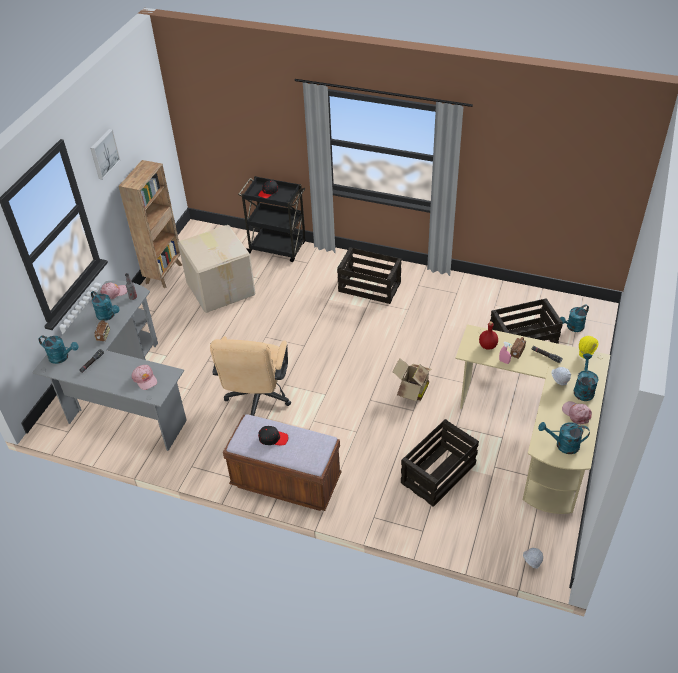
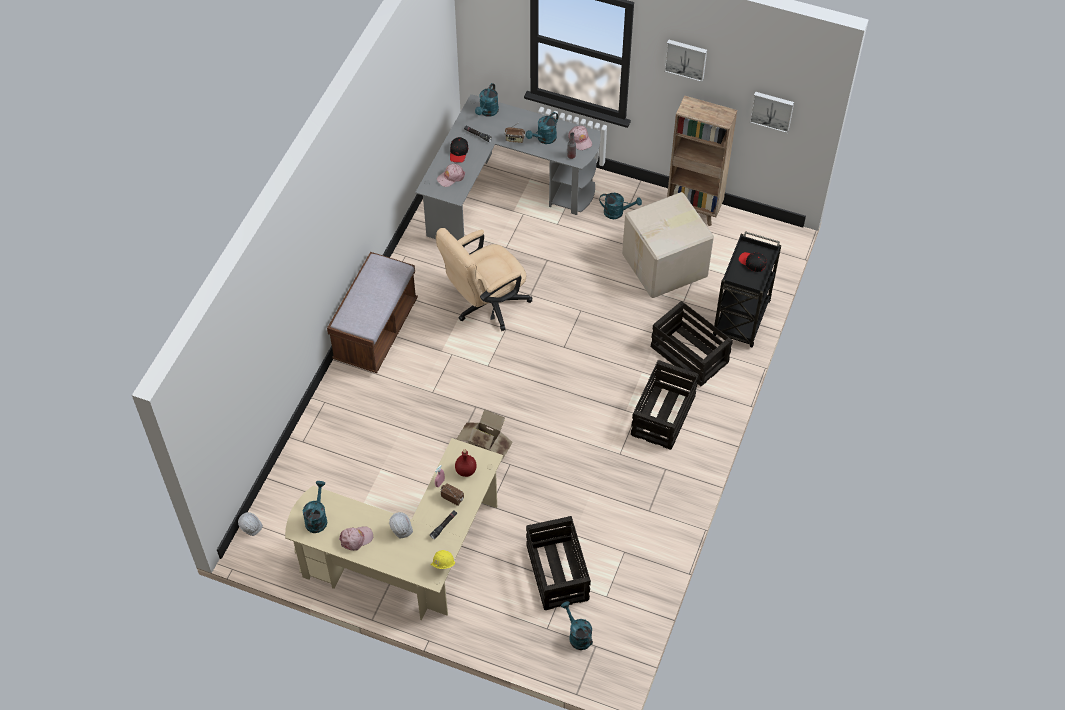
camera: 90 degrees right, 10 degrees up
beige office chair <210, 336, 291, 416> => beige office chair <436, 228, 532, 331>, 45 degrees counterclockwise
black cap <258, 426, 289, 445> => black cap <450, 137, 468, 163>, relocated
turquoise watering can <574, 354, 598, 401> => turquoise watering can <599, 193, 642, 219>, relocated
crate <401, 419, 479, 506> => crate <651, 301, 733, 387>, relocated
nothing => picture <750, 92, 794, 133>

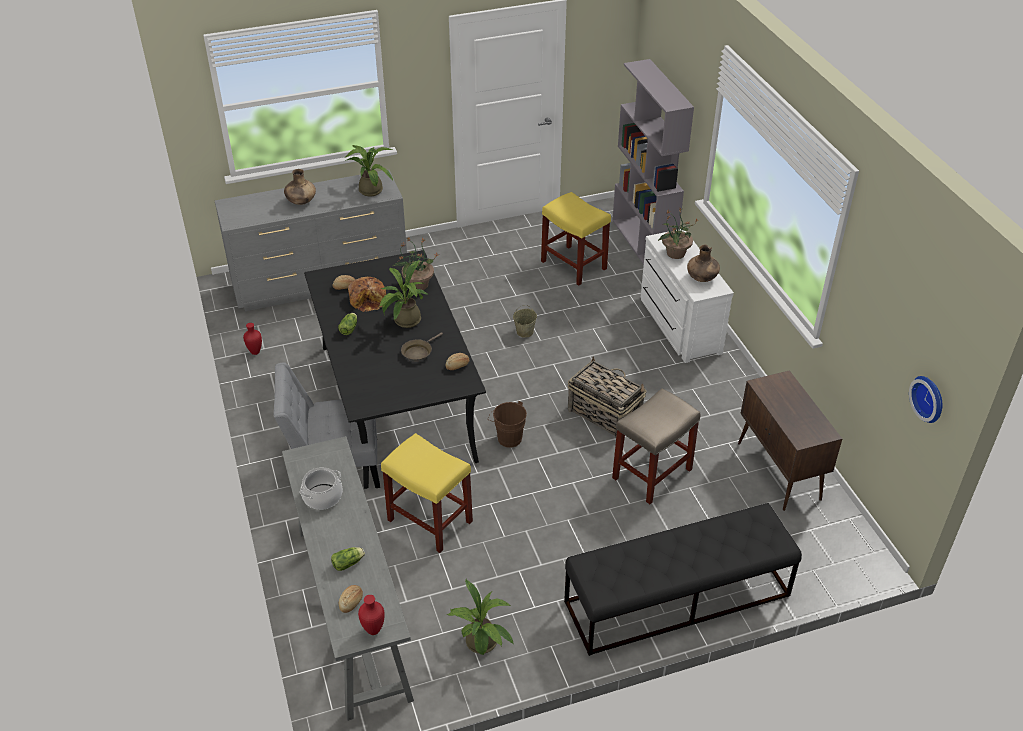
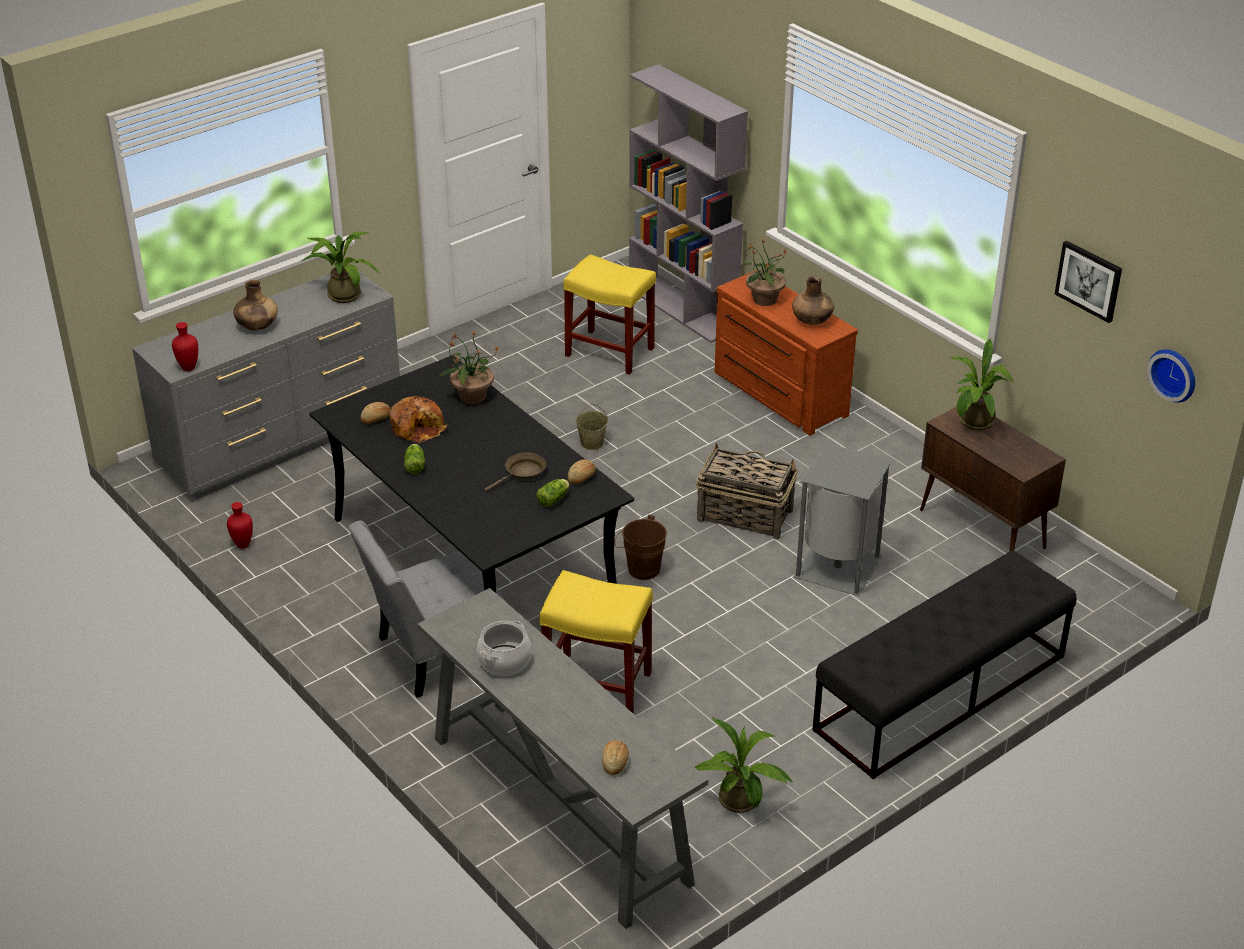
camera: 20 degrees left, 5 degrees down
red vase <358, 595, 385, 635> => red vase <172, 322, 198, 371>, relocated
brown frying pan <401, 332, 443, 362> => brown frying pan <484, 452, 546, 491>, 150 degrees counterclockwise
lettuce <331, 547, 365, 571> => lettuce <536, 479, 569, 507>, relocated
white dresser <640, 229, 734, 363> => brown dresser <715, 270, 858, 436>
beige stool <612, 388, 701, 504> => grey trash can <793, 443, 892, 596>
potted plant <378, 260, 428, 328> => potted plant <950, 338, 1013, 430>, relocated
nothing => picture <1055, 241, 1122, 323>

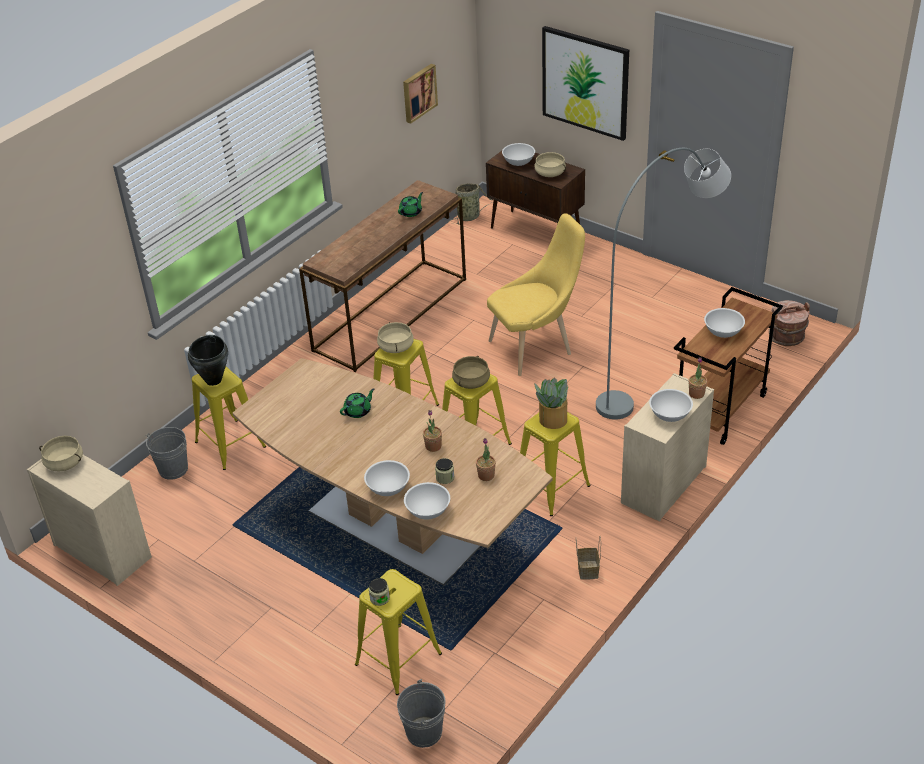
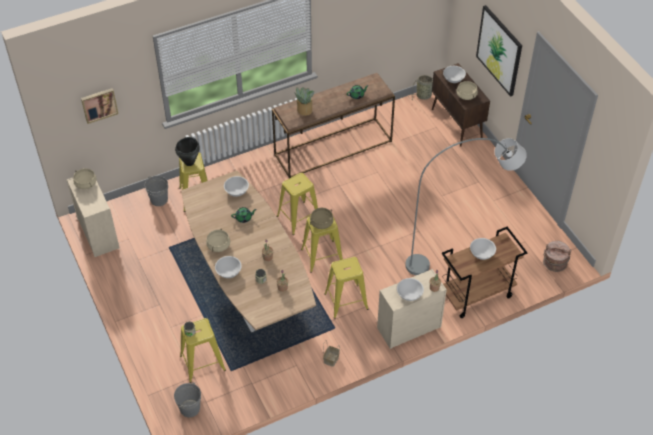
camera: 25 degrees right, 10 degrees up
picture <403, 64, 438, 124> => picture <81, 88, 118, 124>, relocated
beige cooking pot <377, 322, 414, 353> => beige cooking pot <206, 229, 230, 252>, relocated
white bowl <404, 482, 450, 519> => white bowl <224, 176, 249, 197>, relocated
potted plant <534, 378, 569, 429> => potted plant <294, 87, 314, 116>, relocated
yellow chair <487, 213, 585, 376> => nothing

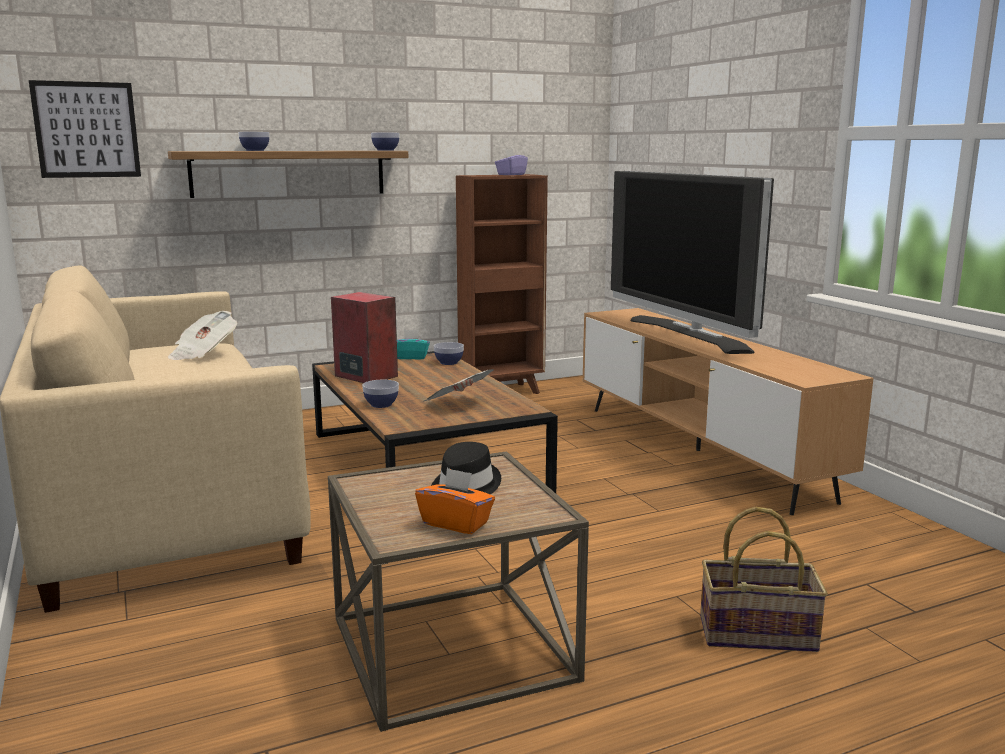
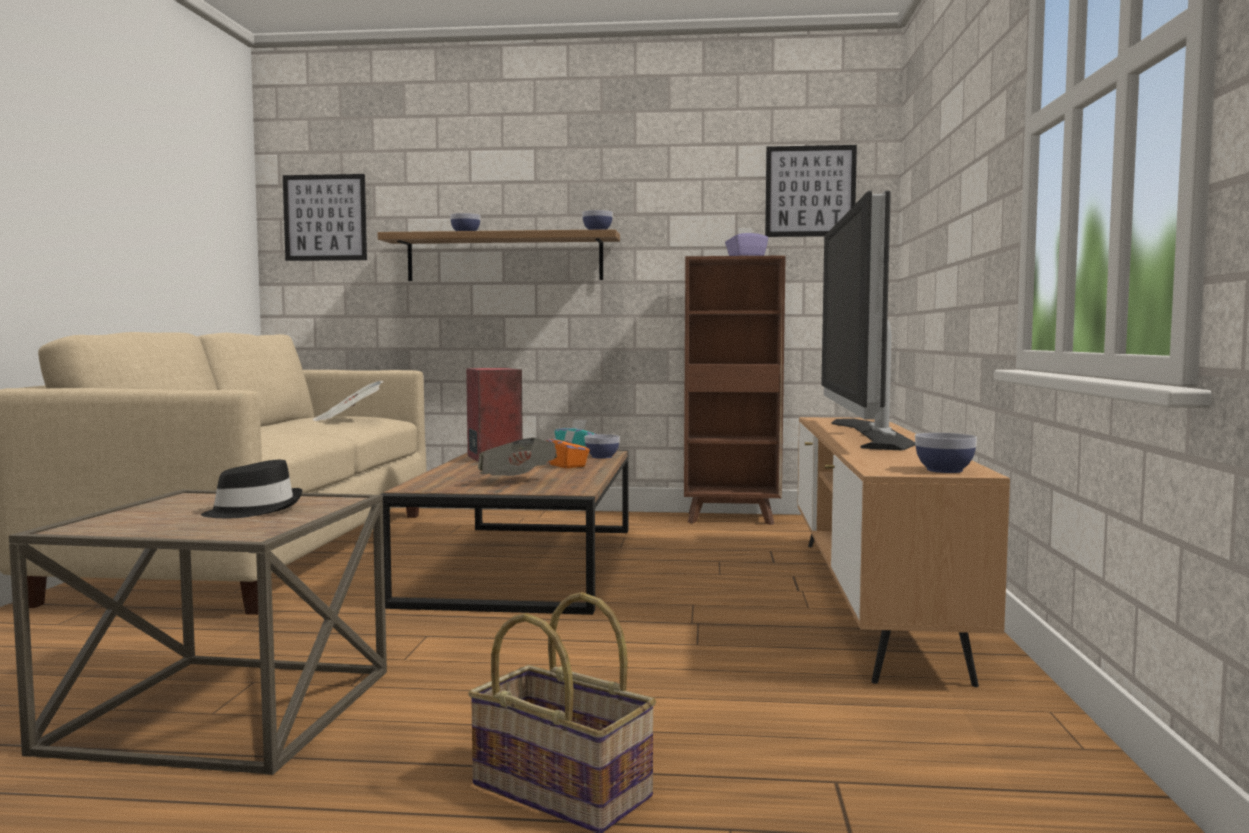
camera: 30 degrees right, 10 degrees down
orange tissue box <415, 468, 495, 534> => orange tissue box <545, 430, 590, 468>, relocated
nothing => picture <765, 145, 857, 237>
bowl <362, 380, 399, 408> => bowl <915, 433, 977, 473>, relocated

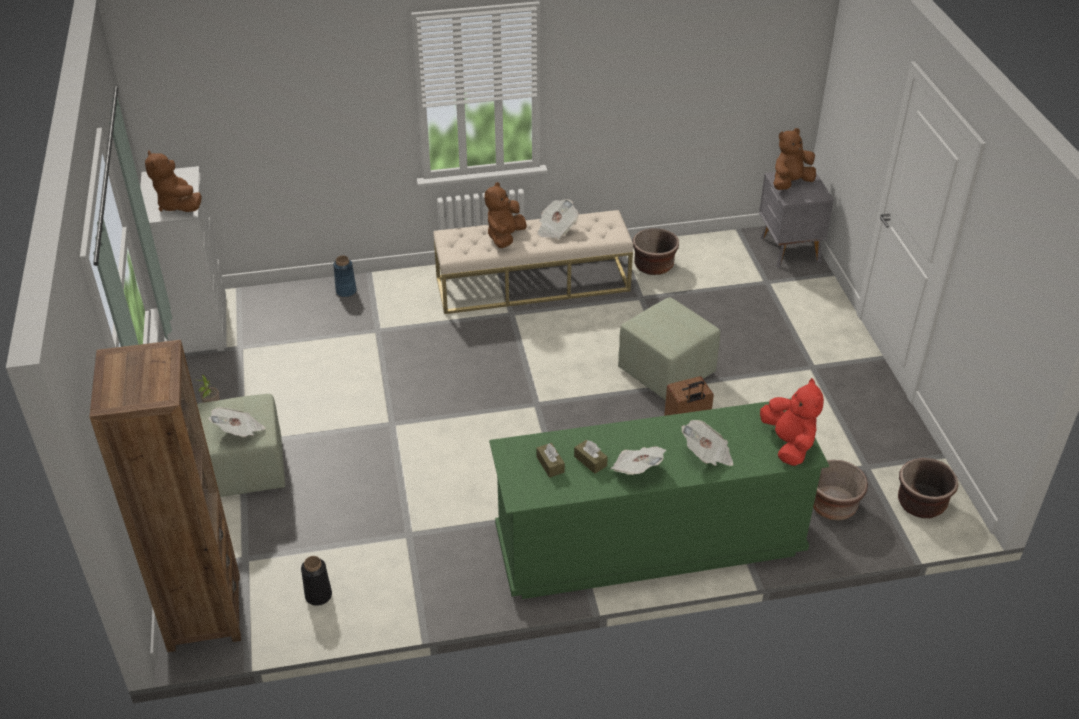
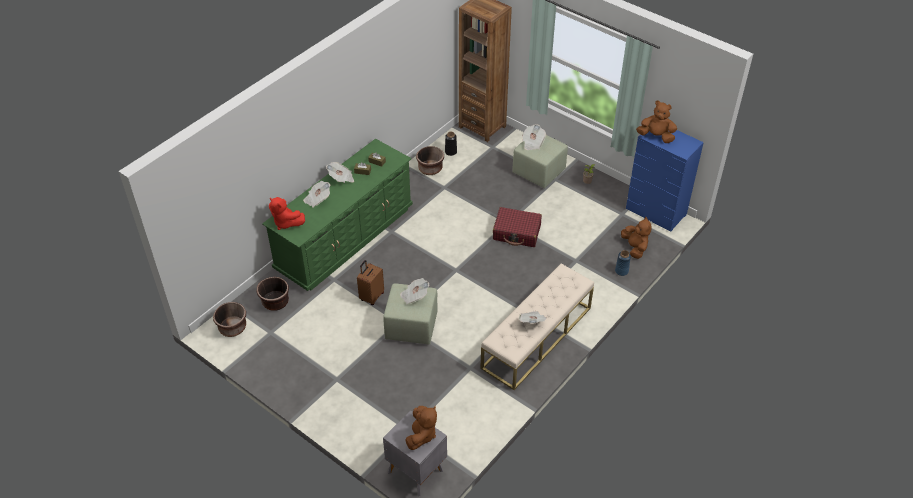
camera: 140 degrees right, 5 degrees up
nothing => newspaper <400, 278, 430, 304>
brown planter <633, 229, 679, 275> => brown planter <416, 146, 444, 175>, relocated
nothing => red suitcase <493, 207, 542, 247>
brown plush toy <484, 182, 527, 248> => brown plush toy <621, 217, 652, 259>, relocated
white dresser <140, 166, 227, 353> => blue dresser <626, 130, 704, 231>

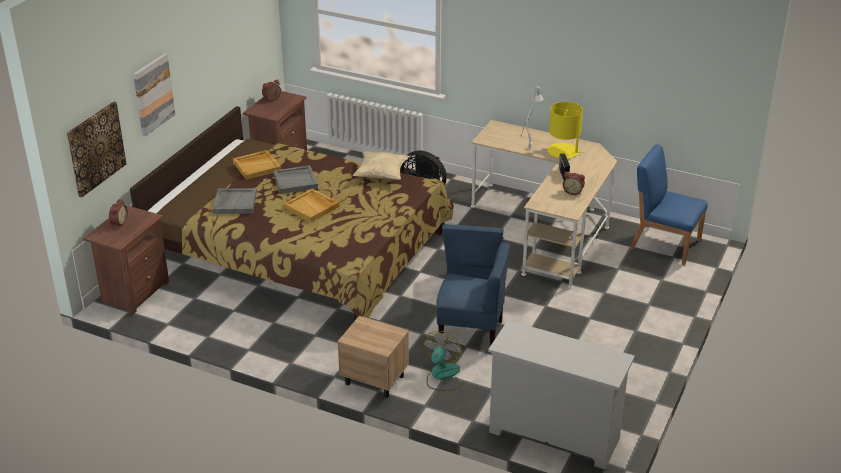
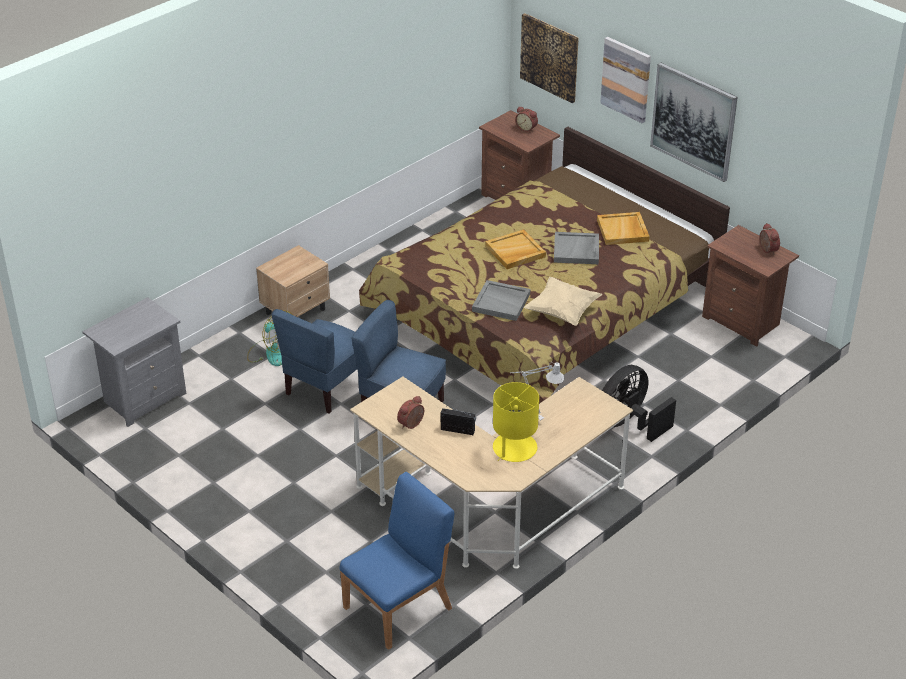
camera: 110 degrees right, 5 degrees up
white dresser <488, 320, 635, 469> => grey nightstand <82, 297, 186, 427>
grey tray <213, 188, 257, 214> => grey tray <472, 280, 530, 321>, relocated
nothing => picture <650, 63, 738, 182>

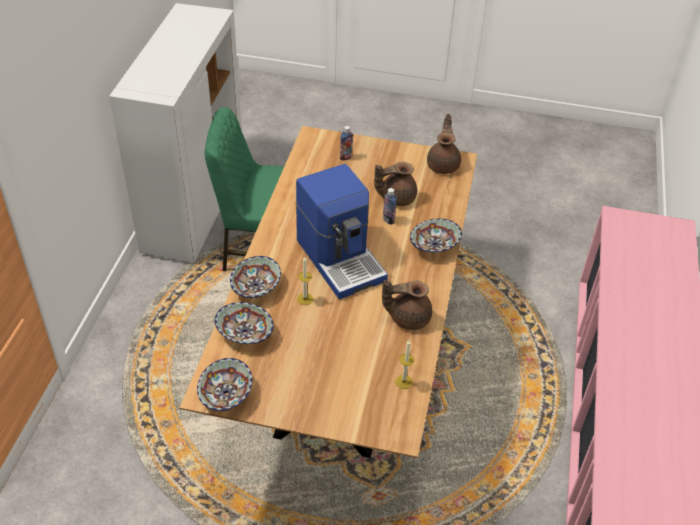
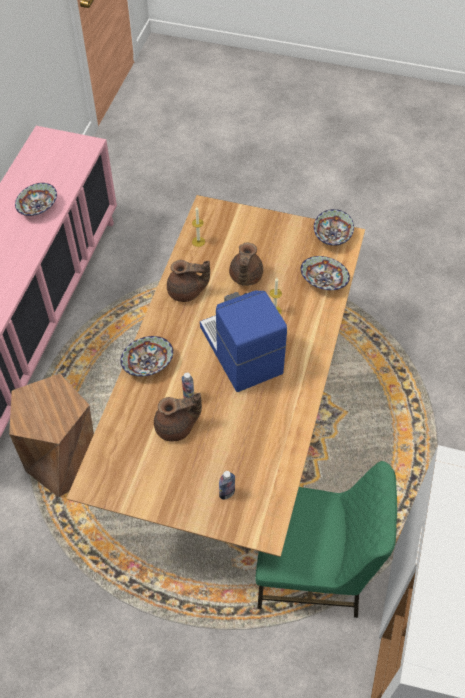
camera: 175 degrees left, 10 degrees up
nothing => brown stool <9, 374, 94, 498>
bowl <230, 256, 281, 298> => bowl <15, 183, 57, 216>, relocated
brown teapot <427, 114, 461, 174> => brown teapot <229, 243, 263, 286>, relocated

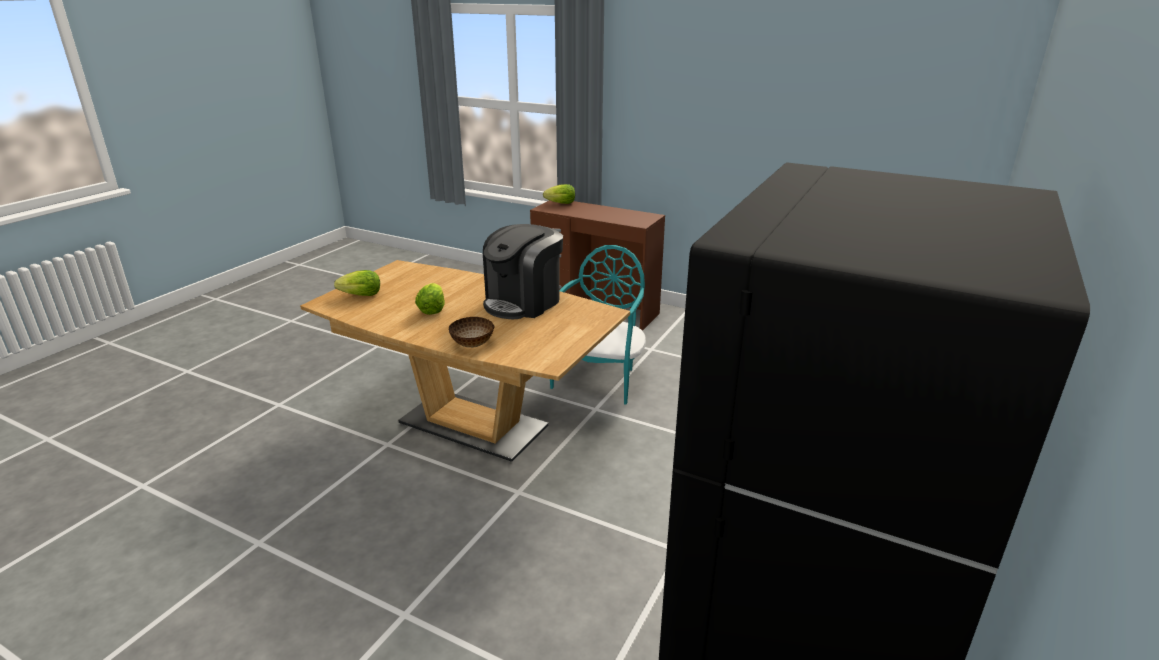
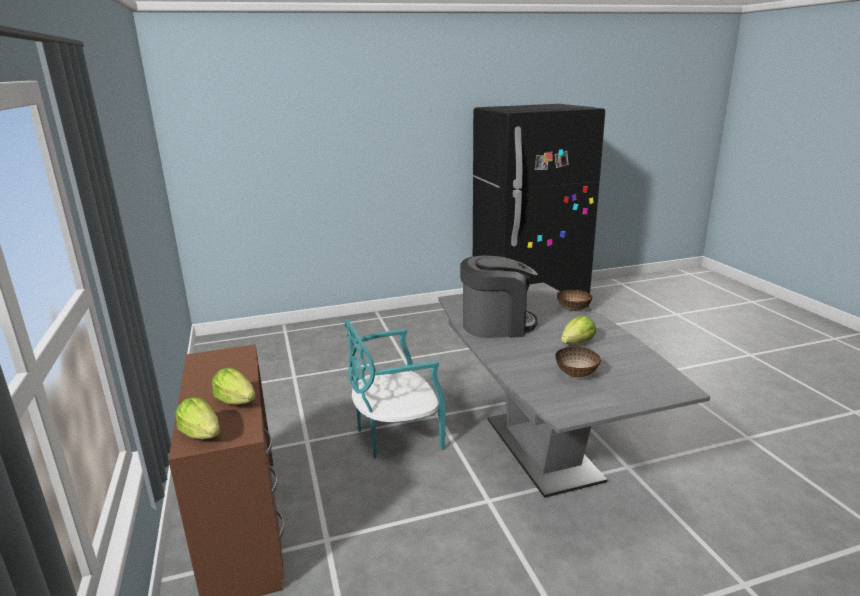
camera: 135 degrees left, 5 degrees down
lettuce <334, 270, 380, 296> => lettuce <212, 367, 256, 405>, relocated
brown dining table <300, 260, 630, 462> => grey dining table <438, 283, 710, 498>
nothing => bowl <555, 347, 601, 377>

